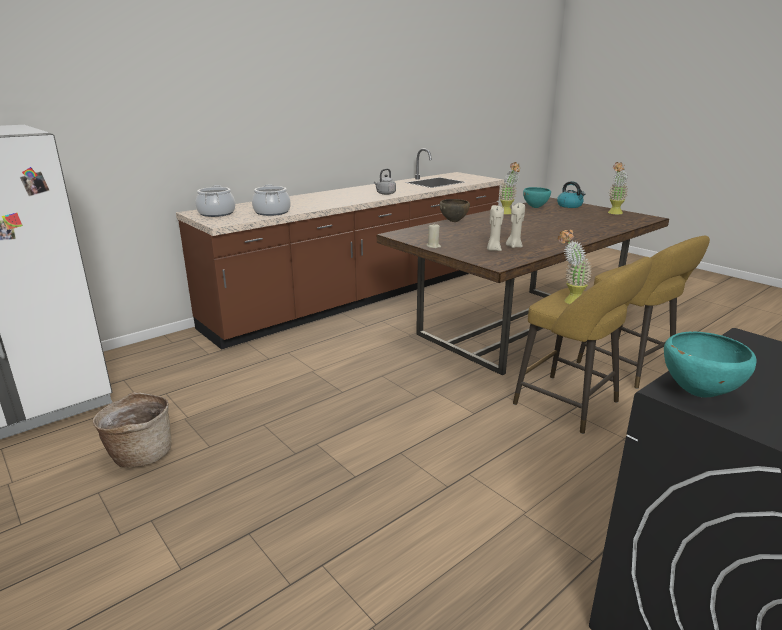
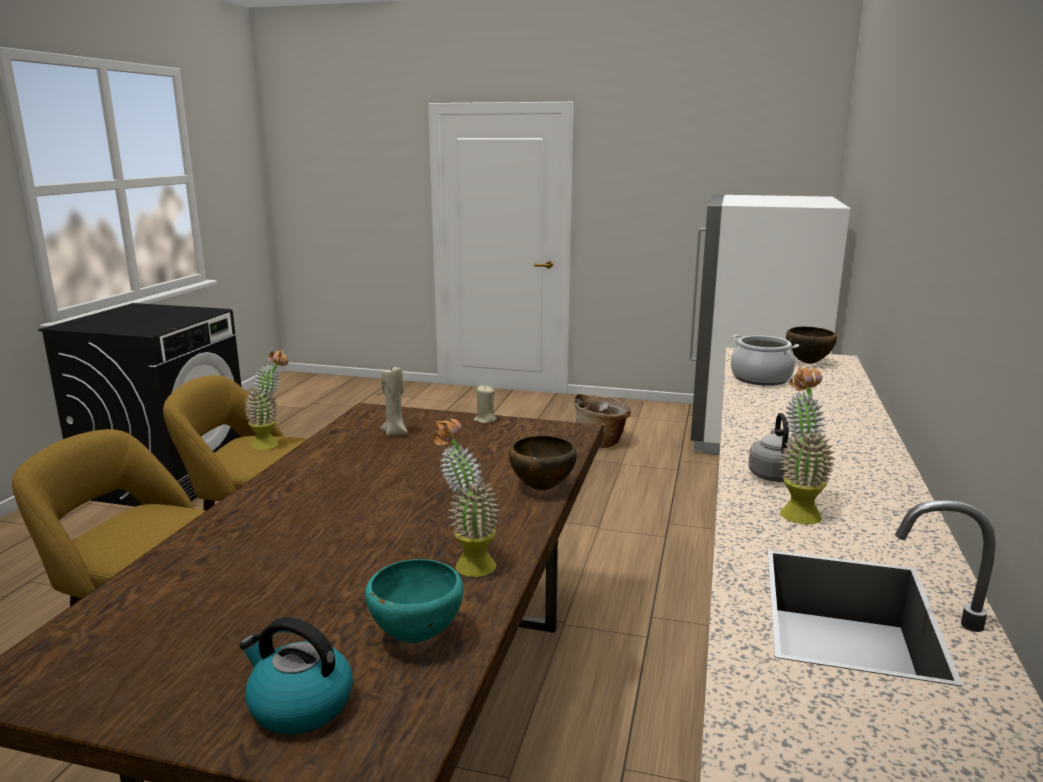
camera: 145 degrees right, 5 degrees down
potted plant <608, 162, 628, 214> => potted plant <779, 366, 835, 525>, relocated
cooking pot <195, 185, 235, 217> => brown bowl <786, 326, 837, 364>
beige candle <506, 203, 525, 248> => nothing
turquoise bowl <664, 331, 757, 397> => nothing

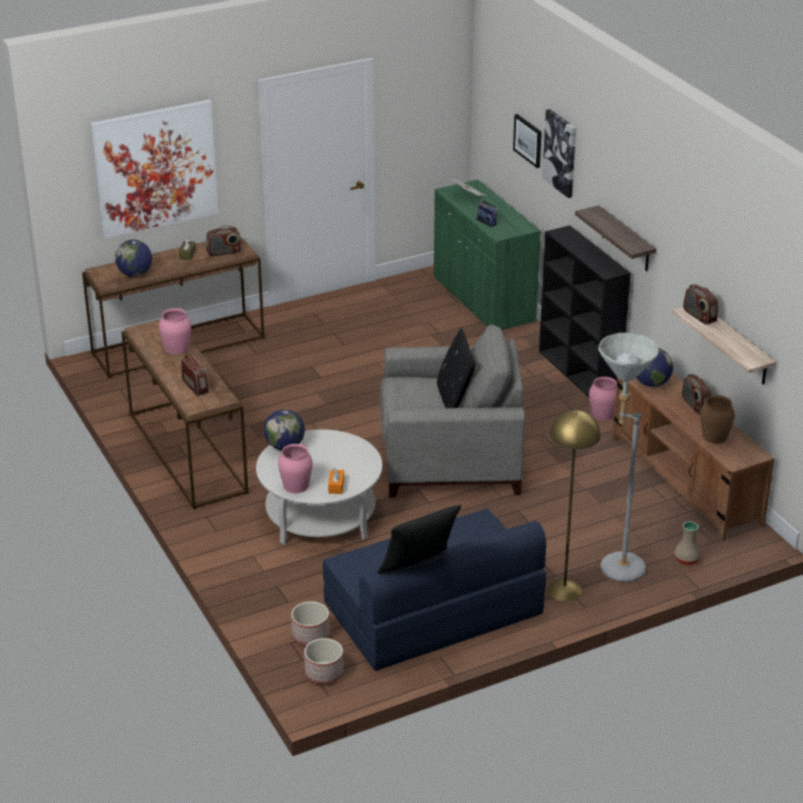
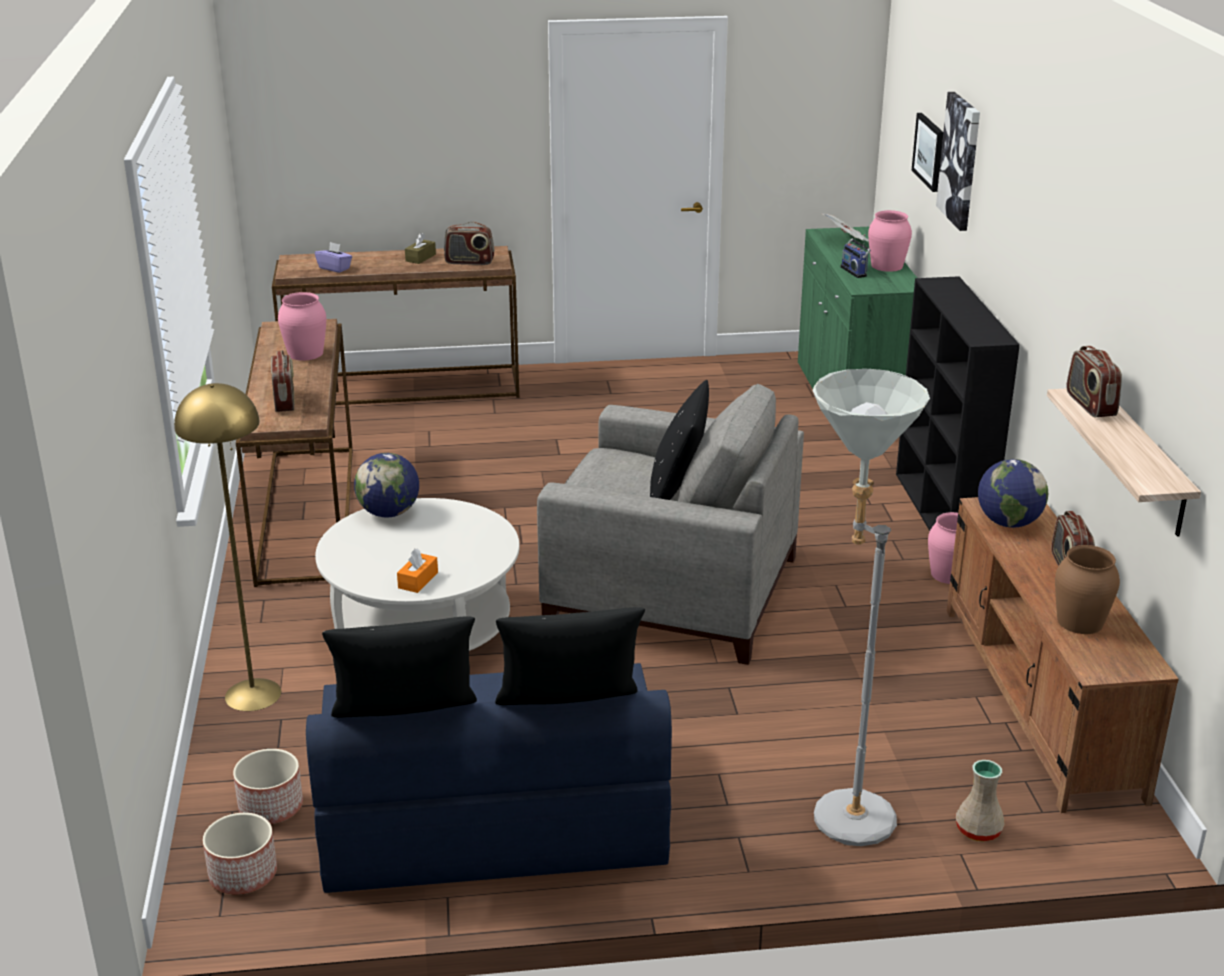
camera: 20 degrees right, 5 degrees down
yellow floor lamp <547, 410, 600, 601> => yellow floor lamp <174, 383, 281, 711>, relocated
globe <115, 240, 152, 277> => purple tissue box <315, 242, 352, 273>
nothing => black pillow <495, 607, 645, 705>
pink vase <278, 444, 313, 493> => pink vase <868, 210, 912, 272>, relocated
picture <90, 100, 219, 239> => nothing
shelf <575, 205, 656, 271> => nothing

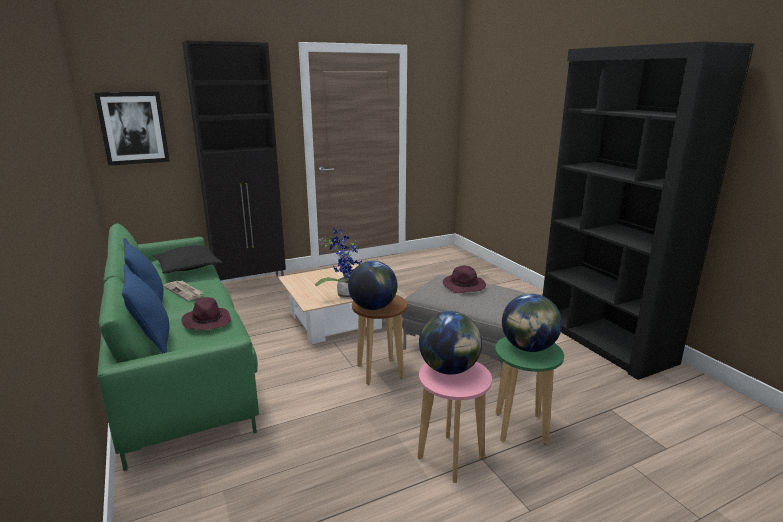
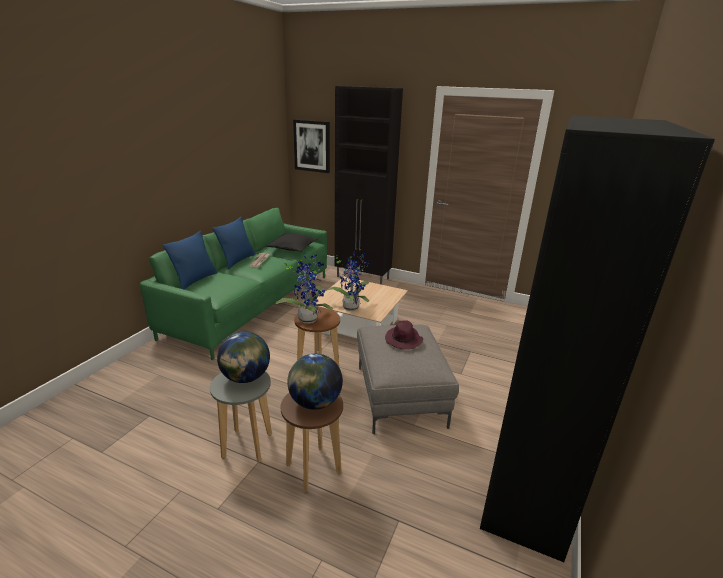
camera: 50 degrees right, 5 degrees up
pink stool <417, 361, 492, 483> => grey stool <210, 371, 272, 462>
globe <348, 261, 397, 310> => potted plant <275, 253, 333, 324>
green stool <495, 337, 564, 445> => brown stool <281, 393, 343, 492>
purple hat <182, 297, 231, 330> => nothing

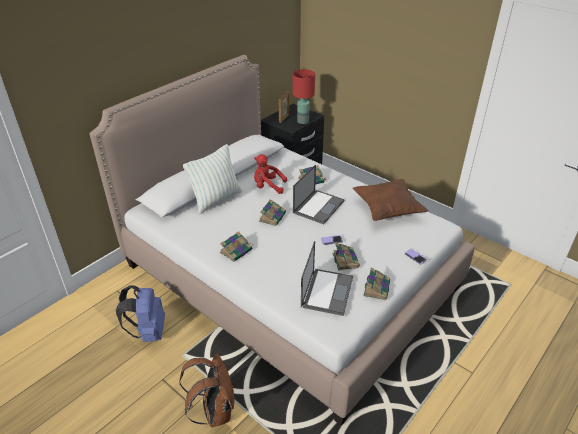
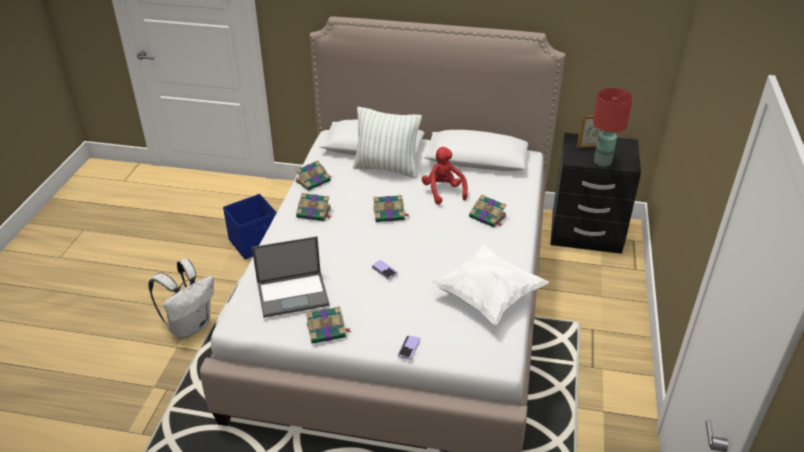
camera: 60 degrees right, 0 degrees up
brown backpack <179, 354, 234, 427> => white backpack <148, 259, 214, 339>
blue backpack <116, 285, 165, 342> => blue storage box <223, 194, 277, 259>
book <332, 243, 360, 271> => book <295, 160, 332, 191>, relocated
brown pillow <353, 179, 429, 221> => white pillow <430, 245, 549, 325>
laptop <293, 164, 344, 224> => nothing

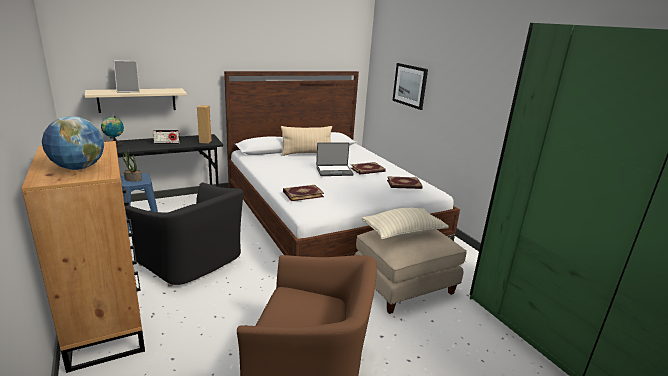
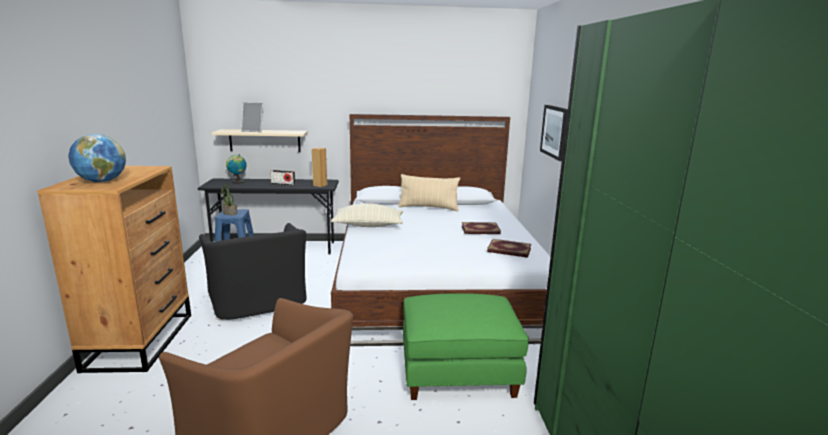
camera: 25 degrees right, 5 degrees down
beige pillow <362, 208, 449, 239> => beige pillow <331, 203, 403, 227>, relocated
beige ottoman <355, 230, 467, 314> => green ottoman <403, 293, 529, 400>
book <283, 185, 324, 201> => nothing
laptop <316, 142, 354, 176> => nothing

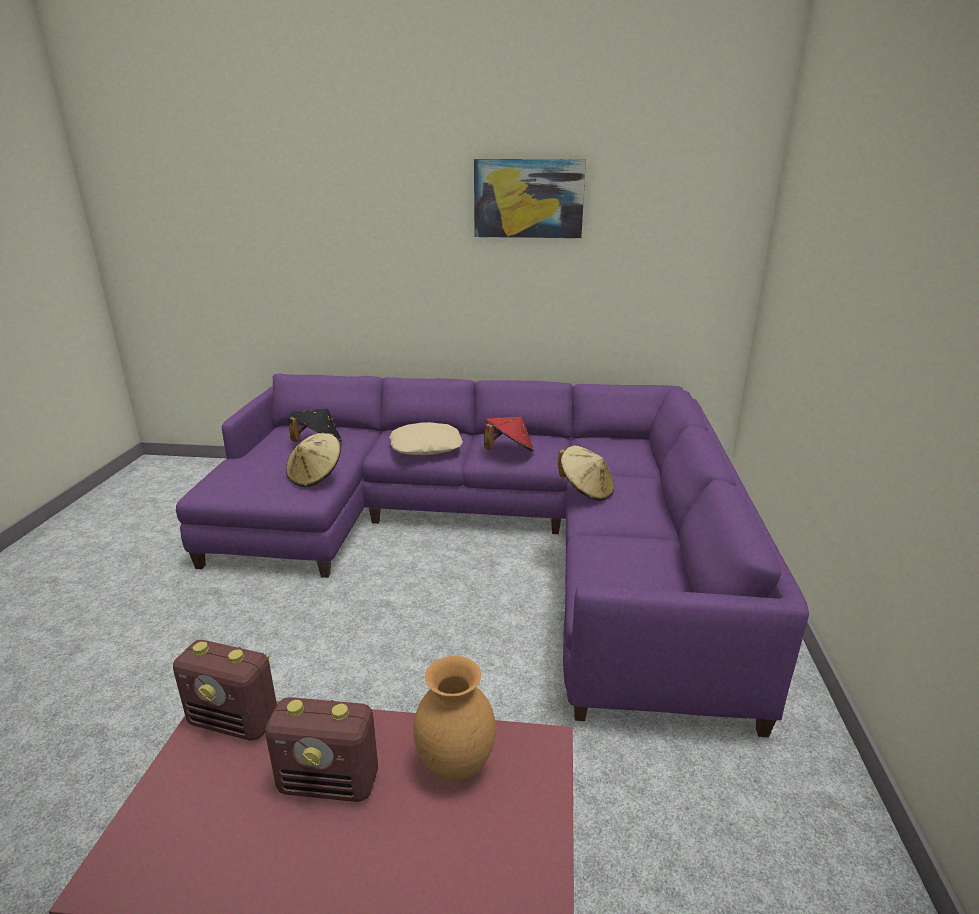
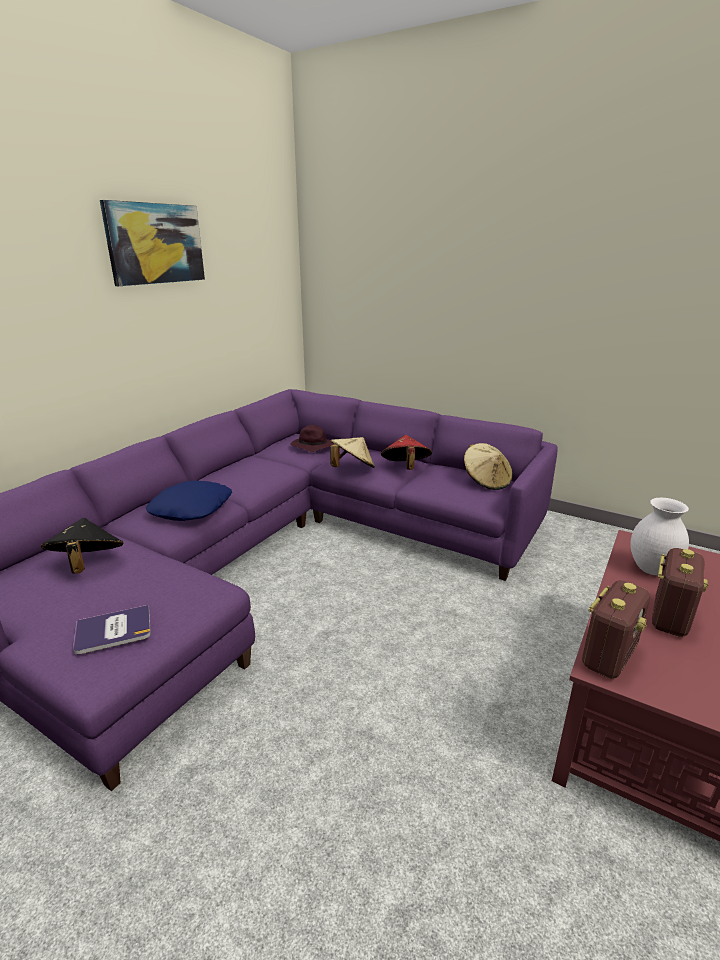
camera: 65 degrees left, 0 degrees up
nothing => book <73, 605, 151, 654>
beige pillow <389, 422, 463, 455> => blue pillow <146, 481, 232, 521>
nothing => purple hat <290, 425, 334, 452>
red hat <484, 417, 534, 452> => red hat <381, 435, 432, 470>, relocated
beige hat <286, 433, 341, 487> => beige hat <464, 443, 513, 490>, relocated
brown vase <413, 656, 496, 782> => white vase <630, 498, 689, 575>

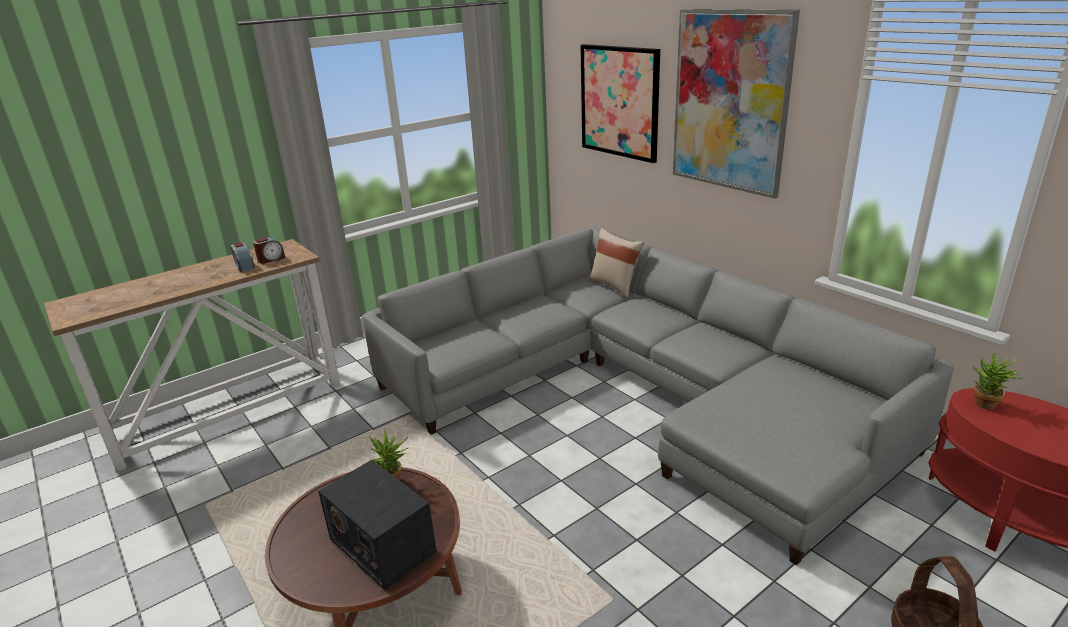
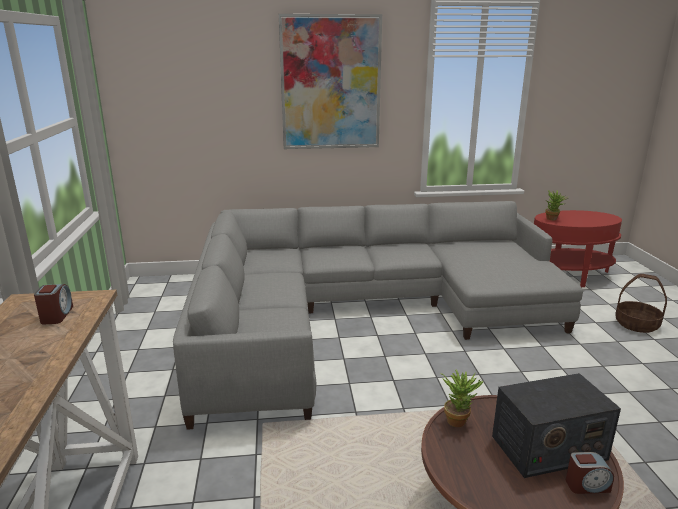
camera: 60 degrees left, 5 degrees down
alarm clock <231, 242, 255, 272> => alarm clock <566, 452, 614, 494>, relocated
picture <580, 44, 660, 163> => nothing
beige pillow <588, 228, 644, 298> => nothing

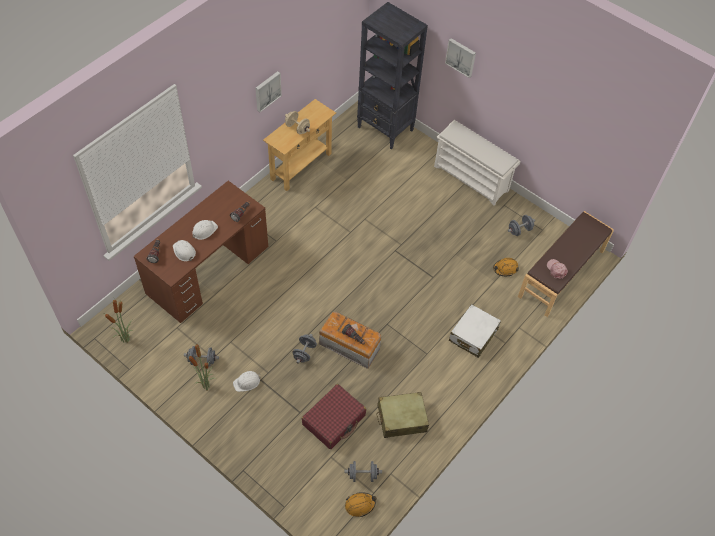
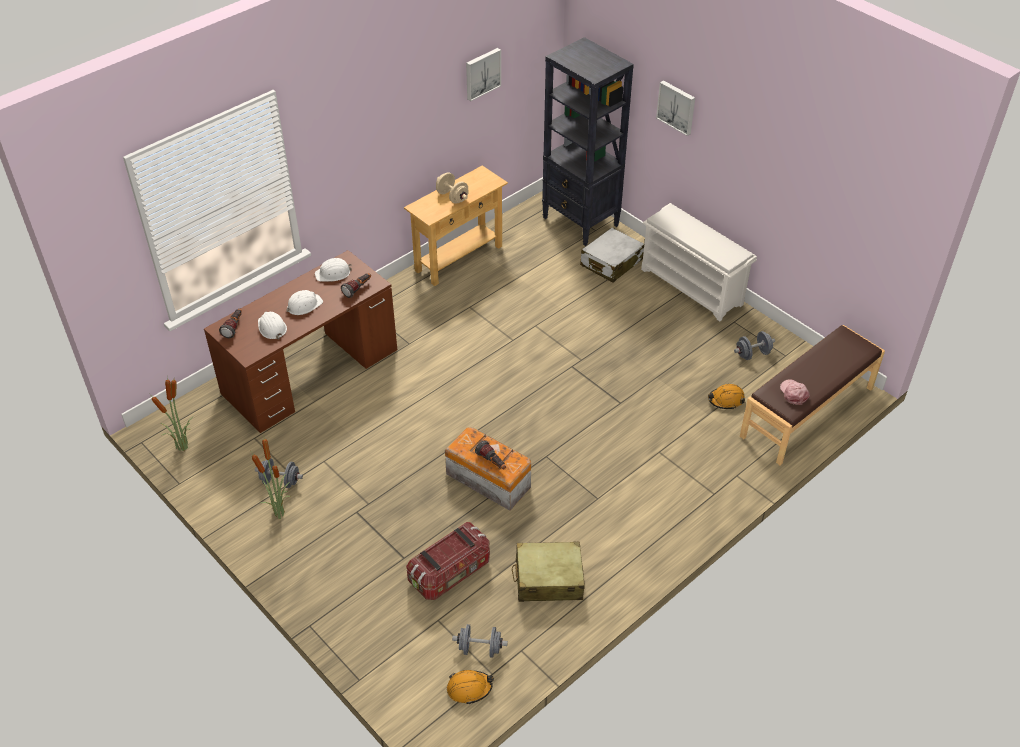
camera: 10 degrees right, 10 degrees down
white hard hat <233, 371, 261, 392> => white hard hat <315, 258, 352, 282>, relocated
red suitcase <302, 384, 366, 449> => storage box <406, 522, 490, 600>
picture <255, 71, 282, 112> => picture <466, 48, 501, 101>, relocated
white suitcase <449, 304, 501, 358> => white suitcase <580, 227, 644, 282>, relocated
grey dumbbell <292, 334, 317, 364> => nothing

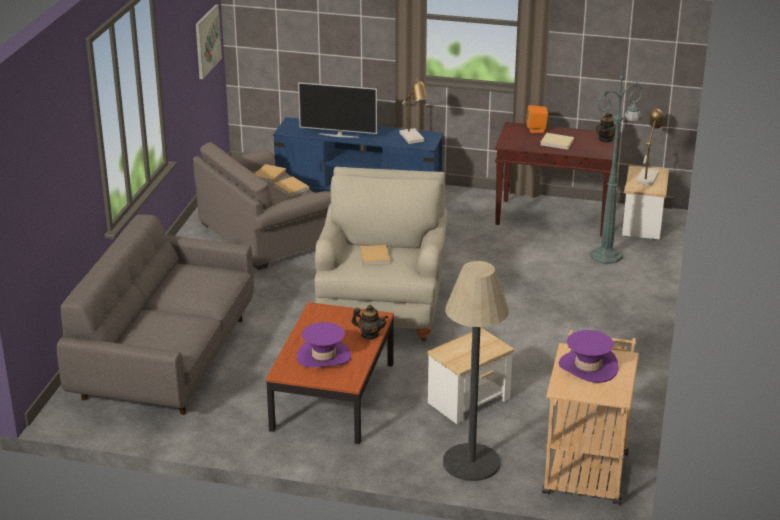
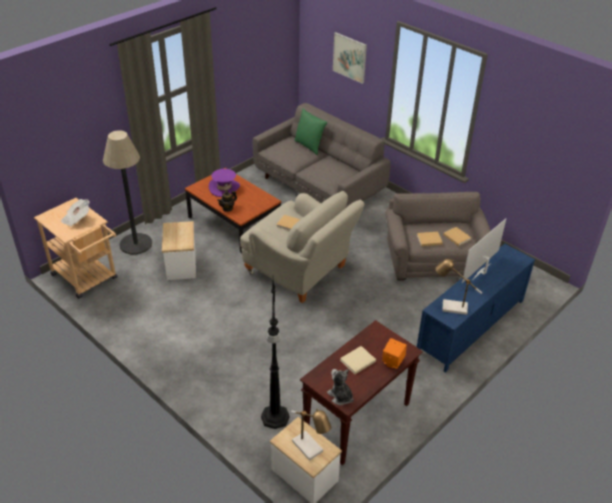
camera: 120 degrees right, 10 degrees up
purple hat <559, 330, 618, 383> => newspaper <61, 199, 90, 227>
green floor lamp <589, 58, 643, 264> => black floor lamp <261, 280, 290, 429>
nothing => green pillow <294, 108, 327, 155>
teapot <596, 113, 615, 143> => plush toy <327, 369, 354, 405>
picture <196, 4, 222, 79> => picture <333, 32, 367, 84>, relocated

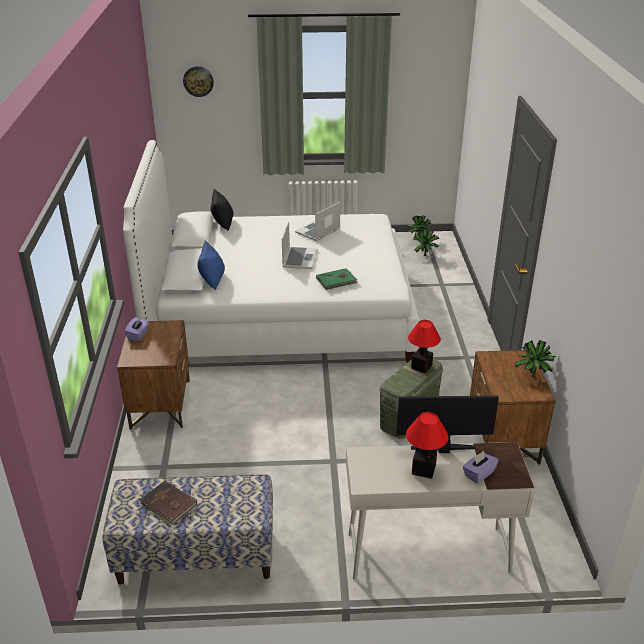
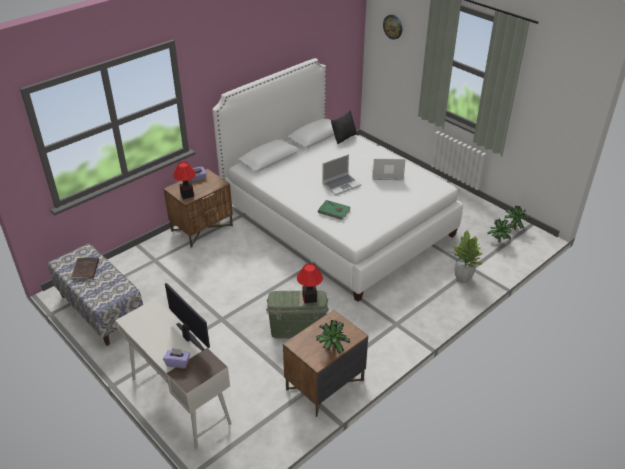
camera: 50 degrees right, 5 degrees up
table lamp <406, 412, 448, 479> => table lamp <173, 162, 196, 199>, relocated
nothing => potted plant <450, 230, 483, 283>
blue pillow <197, 241, 225, 290> => nothing

